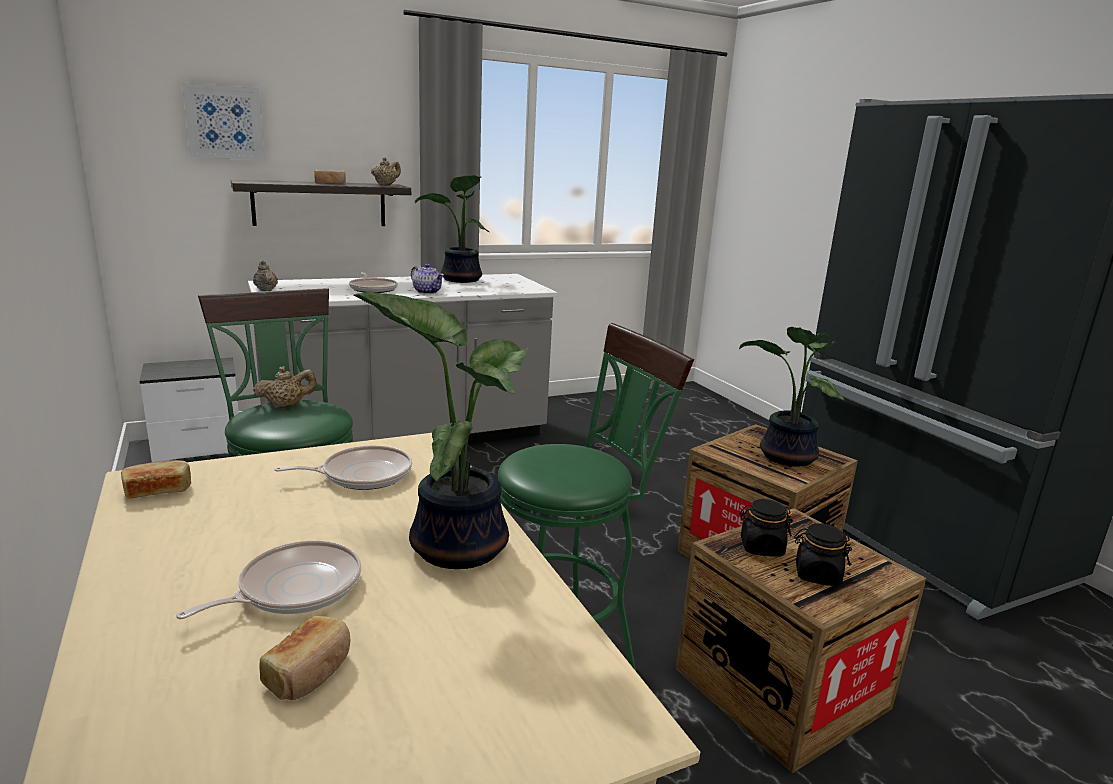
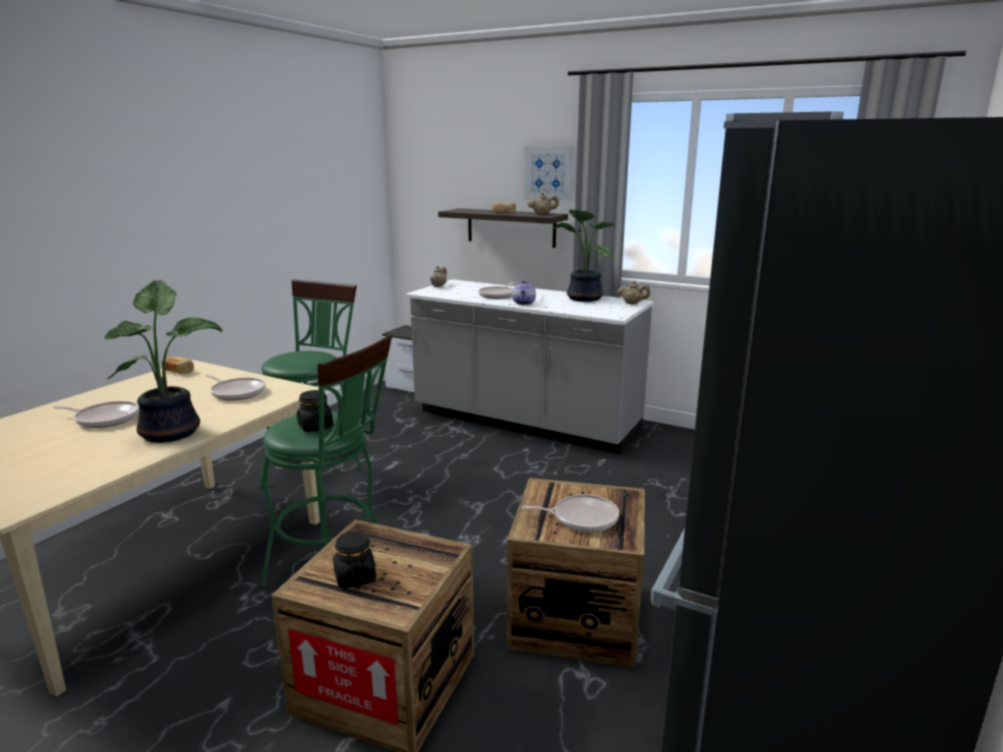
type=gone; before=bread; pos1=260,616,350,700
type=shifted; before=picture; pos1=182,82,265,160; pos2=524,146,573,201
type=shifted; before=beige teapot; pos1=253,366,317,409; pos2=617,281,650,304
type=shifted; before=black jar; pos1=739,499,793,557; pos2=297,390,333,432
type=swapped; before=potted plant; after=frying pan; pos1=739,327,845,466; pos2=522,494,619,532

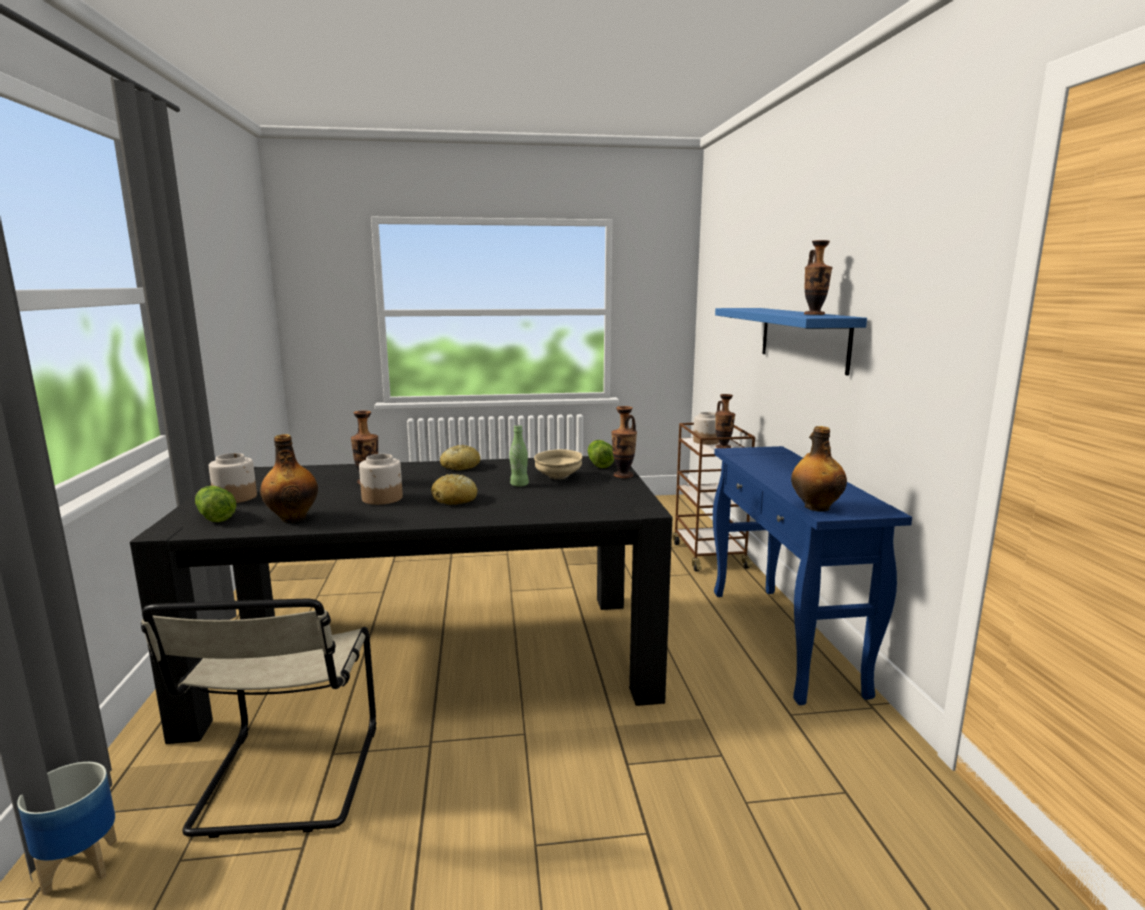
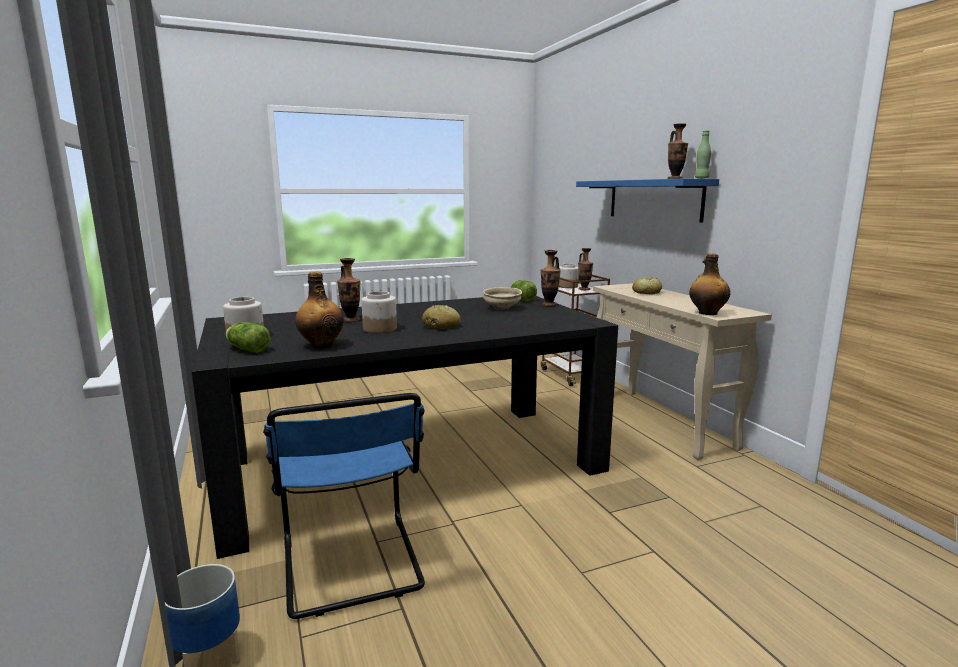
type=shifted; before=bread; pos1=440,445,480,470; pos2=632,276,662,295
type=shifted; before=green bottle; pos1=509,425,529,487; pos2=695,130,711,179
type=repainted; before=beige chair; after=blue chair; pos1=141,599,377,838; pos2=263,393,425,619
type=repainted; before=blue console table; after=beige console table; pos1=713,446,912,705; pos2=593,283,772,460

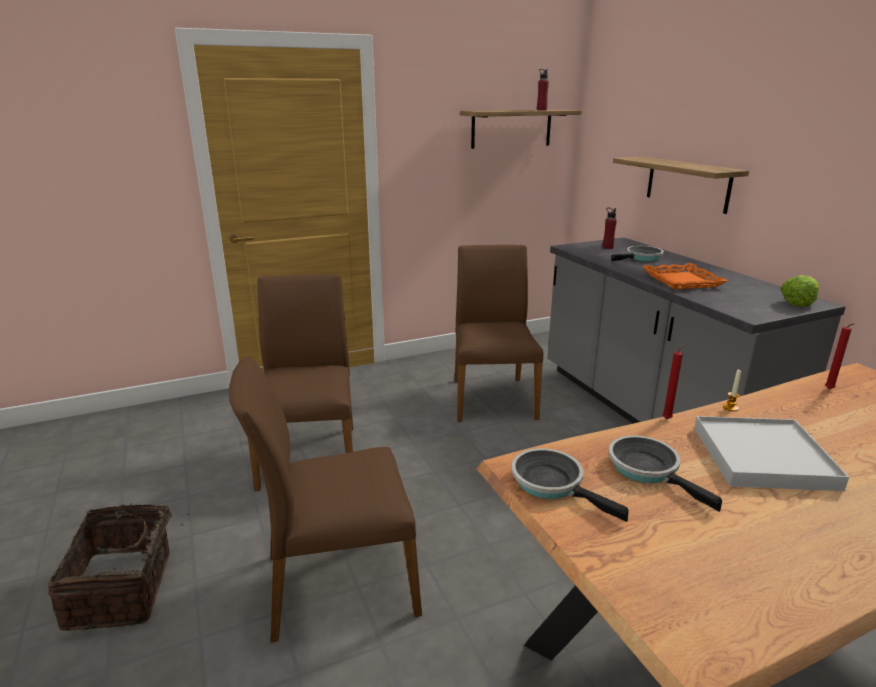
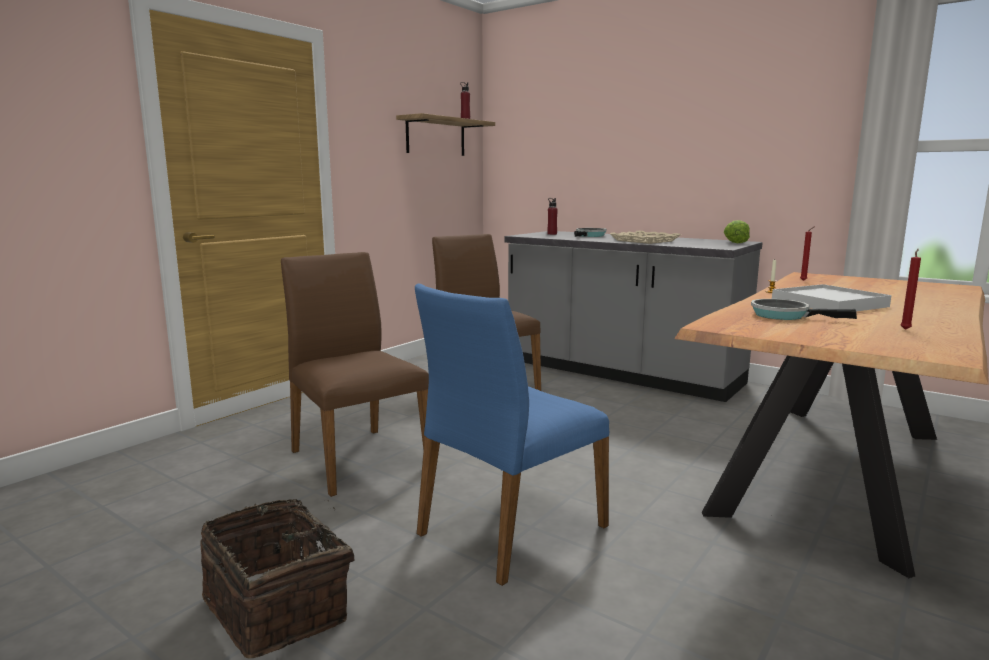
type=gone; before=frying pan; pos1=512,448,629,522
type=gone; before=shelf; pos1=613,157,749,214
type=shifted; before=red candle; pos1=662,344,687,419; pos2=900,249,921,330
type=repainted; before=brown chair; after=blue chair; pos1=229,356,422,642; pos2=415,284,609,586
type=repainted; before=orange tray; after=beige tray; pos1=642,263,728,289; pos2=610,231,681,244

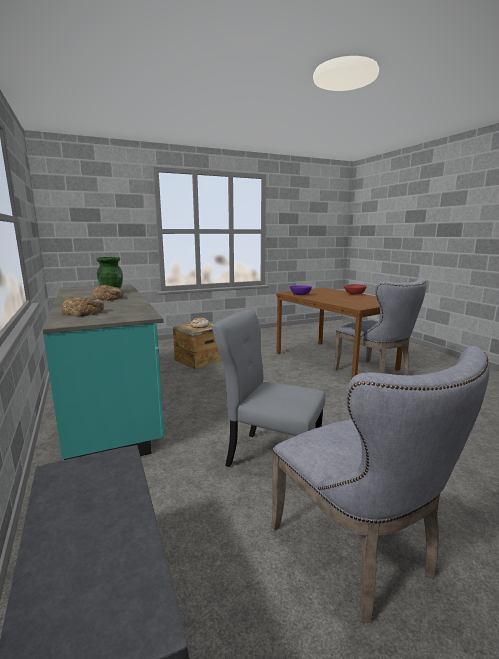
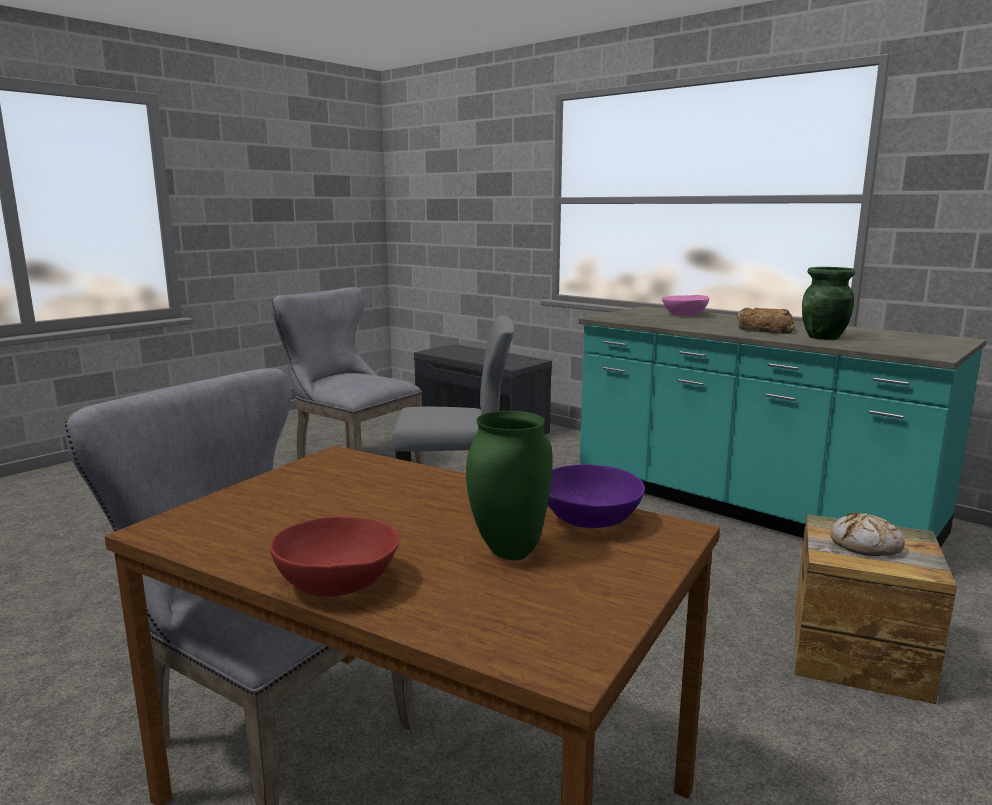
type=new; after=green vase; pos2=466,411,553,560
type=swapped; before=bread; after=pink bowl; pos1=61,297,104,316; pos2=662,295,710,316

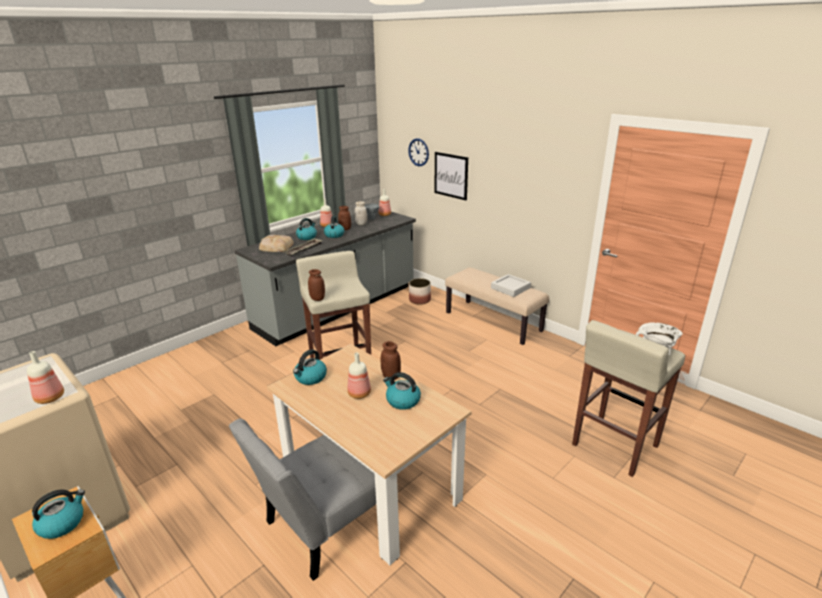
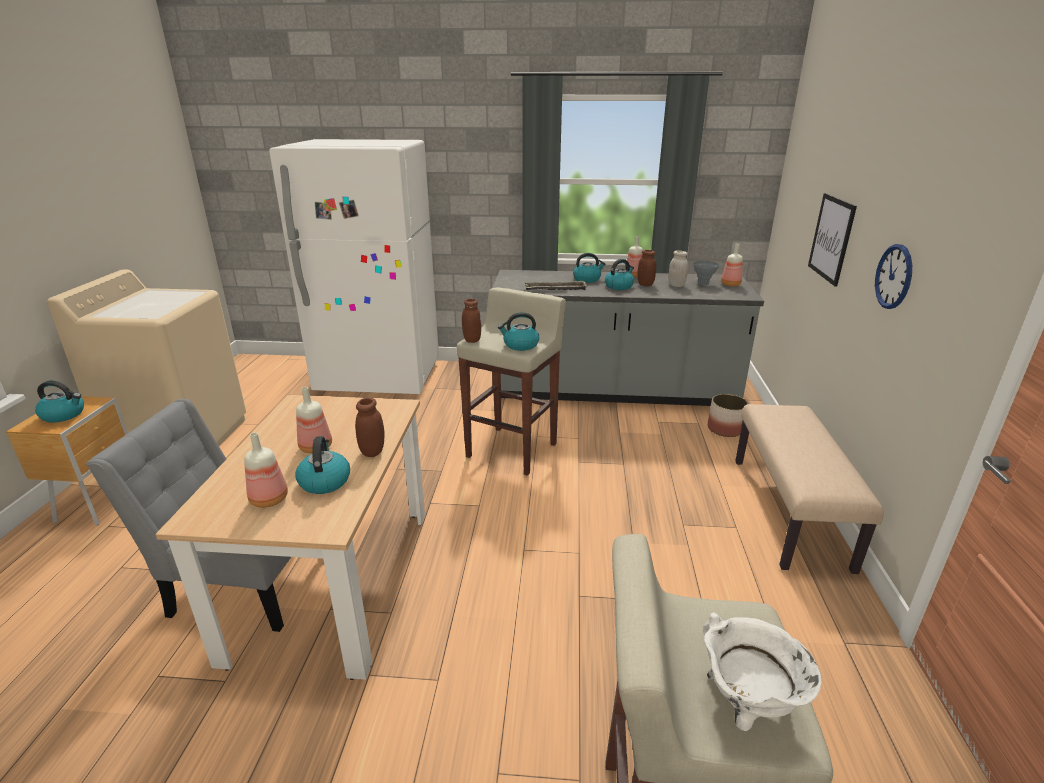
type=gone; before=bread; pos1=259,235,294,252
type=gone; before=grey tray; pos1=491,274,531,297
type=new; after=white fridge; pos2=269,139,439,394
type=shifted; before=bottle; pos1=27,351,64,404; pos2=244,432,288,508
type=shifted; before=kettle; pos1=293,349,327,385; pos2=498,312,539,351
type=shifted; before=wall clock; pos1=408,138,429,166; pos2=875,244,912,309

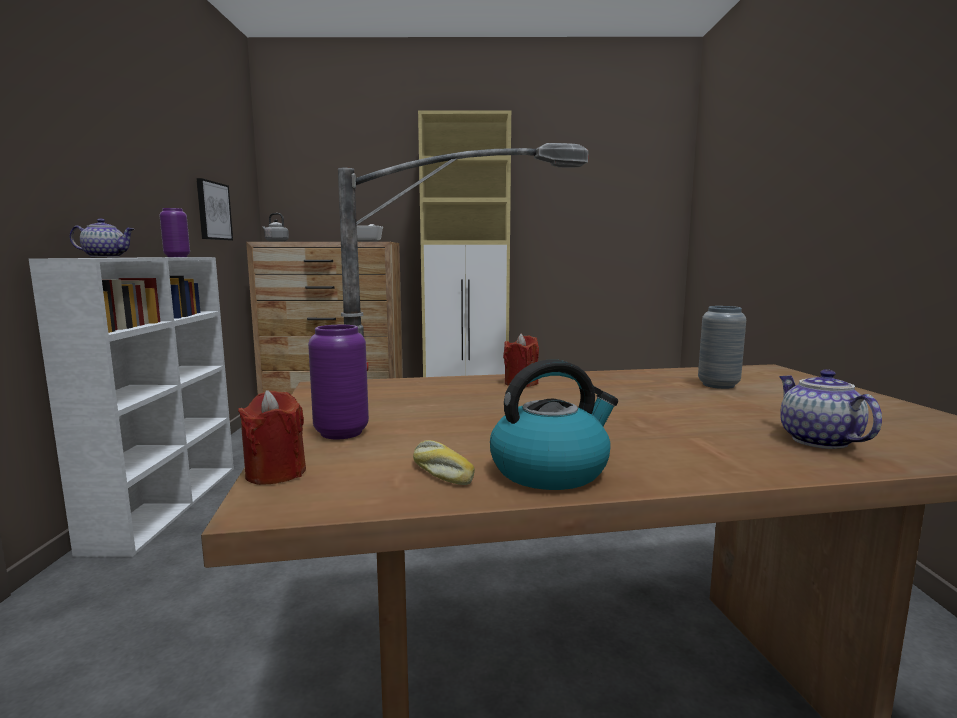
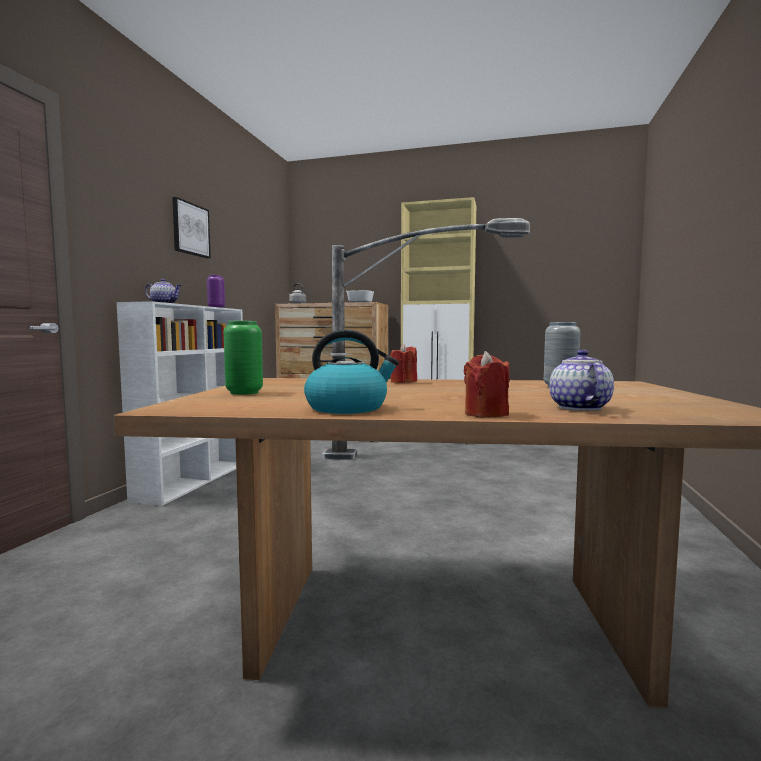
type=gone; before=bread; pos1=413,440,475,485
type=shifted; before=picture; pos1=196,178,233,240; pos2=172,197,211,258
type=shifted; before=red candle; pos1=238,390,306,485; pos2=464,351,510,417
type=repainted; before=purple vase; after=green vase; pos1=308,325,369,439; pos2=224,321,263,395

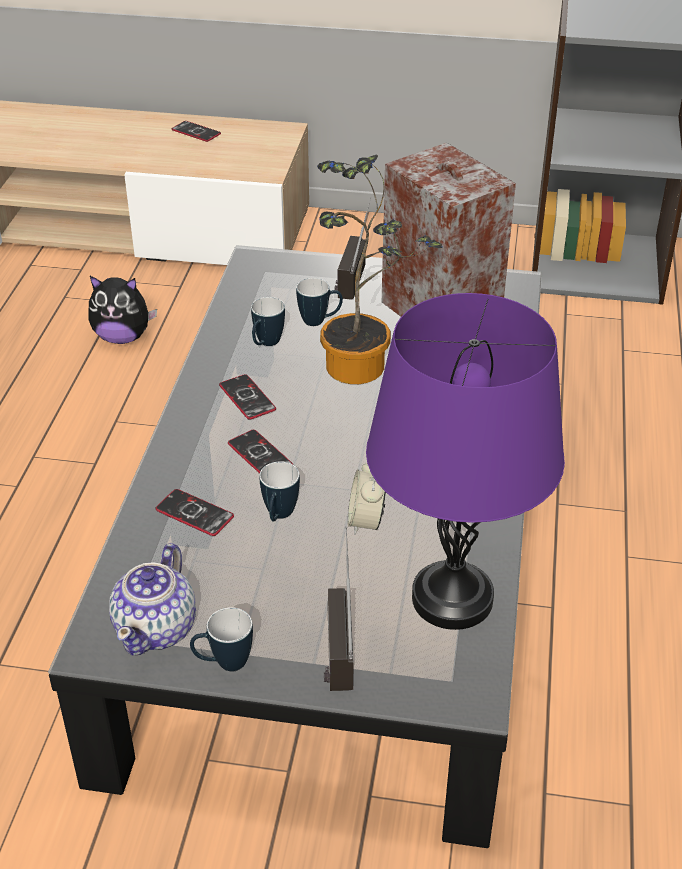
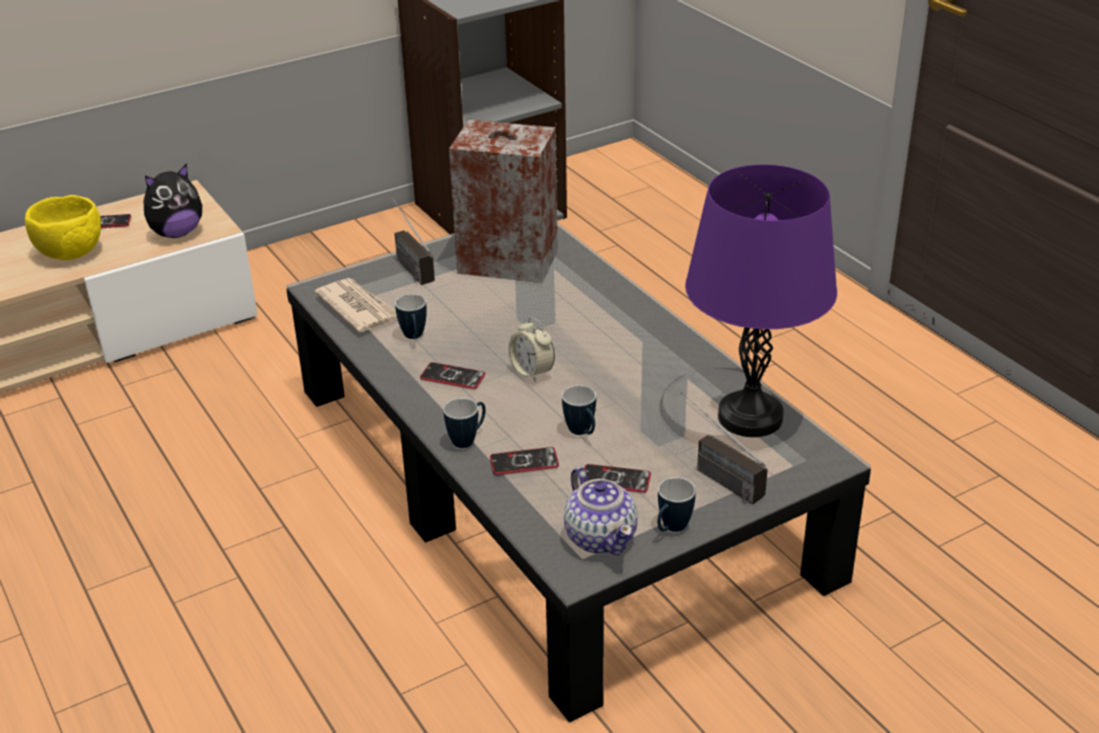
type=gone; before=potted plant; pos1=317,155,443,384
type=new; after=yellow bowl; pos2=25,195,101,260
type=new; after=newspaper; pos2=315,278,397,332
type=shifted; before=plush toy; pos1=88,276,157,344; pos2=144,163,202,238
type=shifted; before=phone; pos1=228,430,293,473; pos2=584,464,651,493
type=shifted; before=mug; pos1=296,278,343,326; pos2=443,398,486,448
type=shifted; before=alarm clock; pos1=348,463,386,535; pos2=508,317,555,382

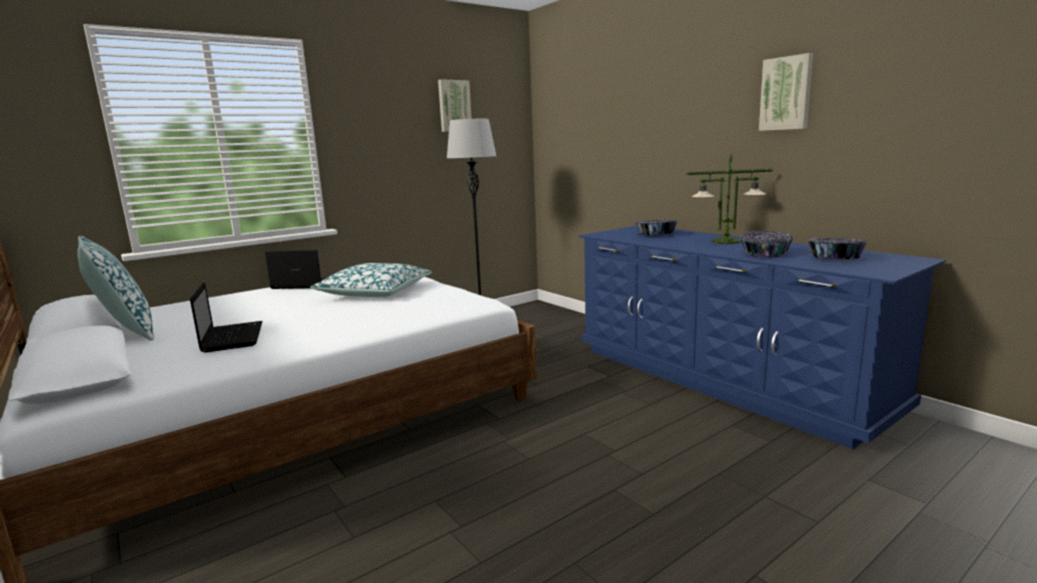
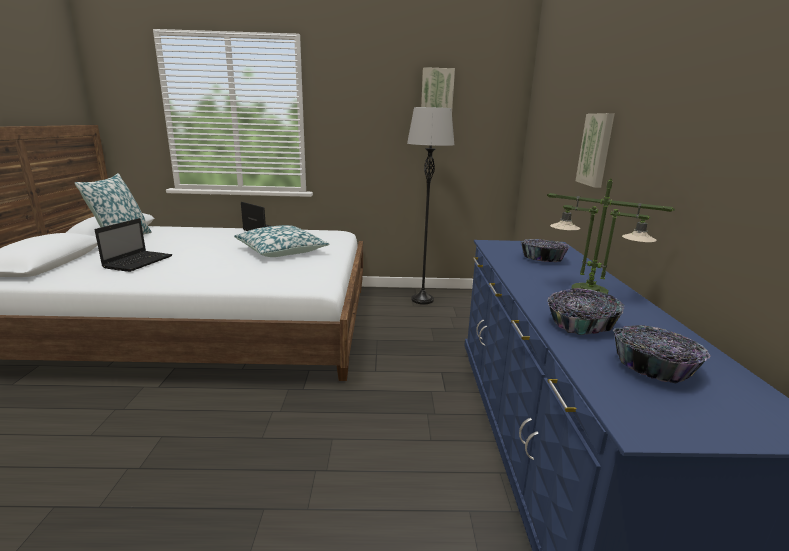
type=shifted; before=picture; pos1=759,53,813,131; pos2=576,113,615,188

